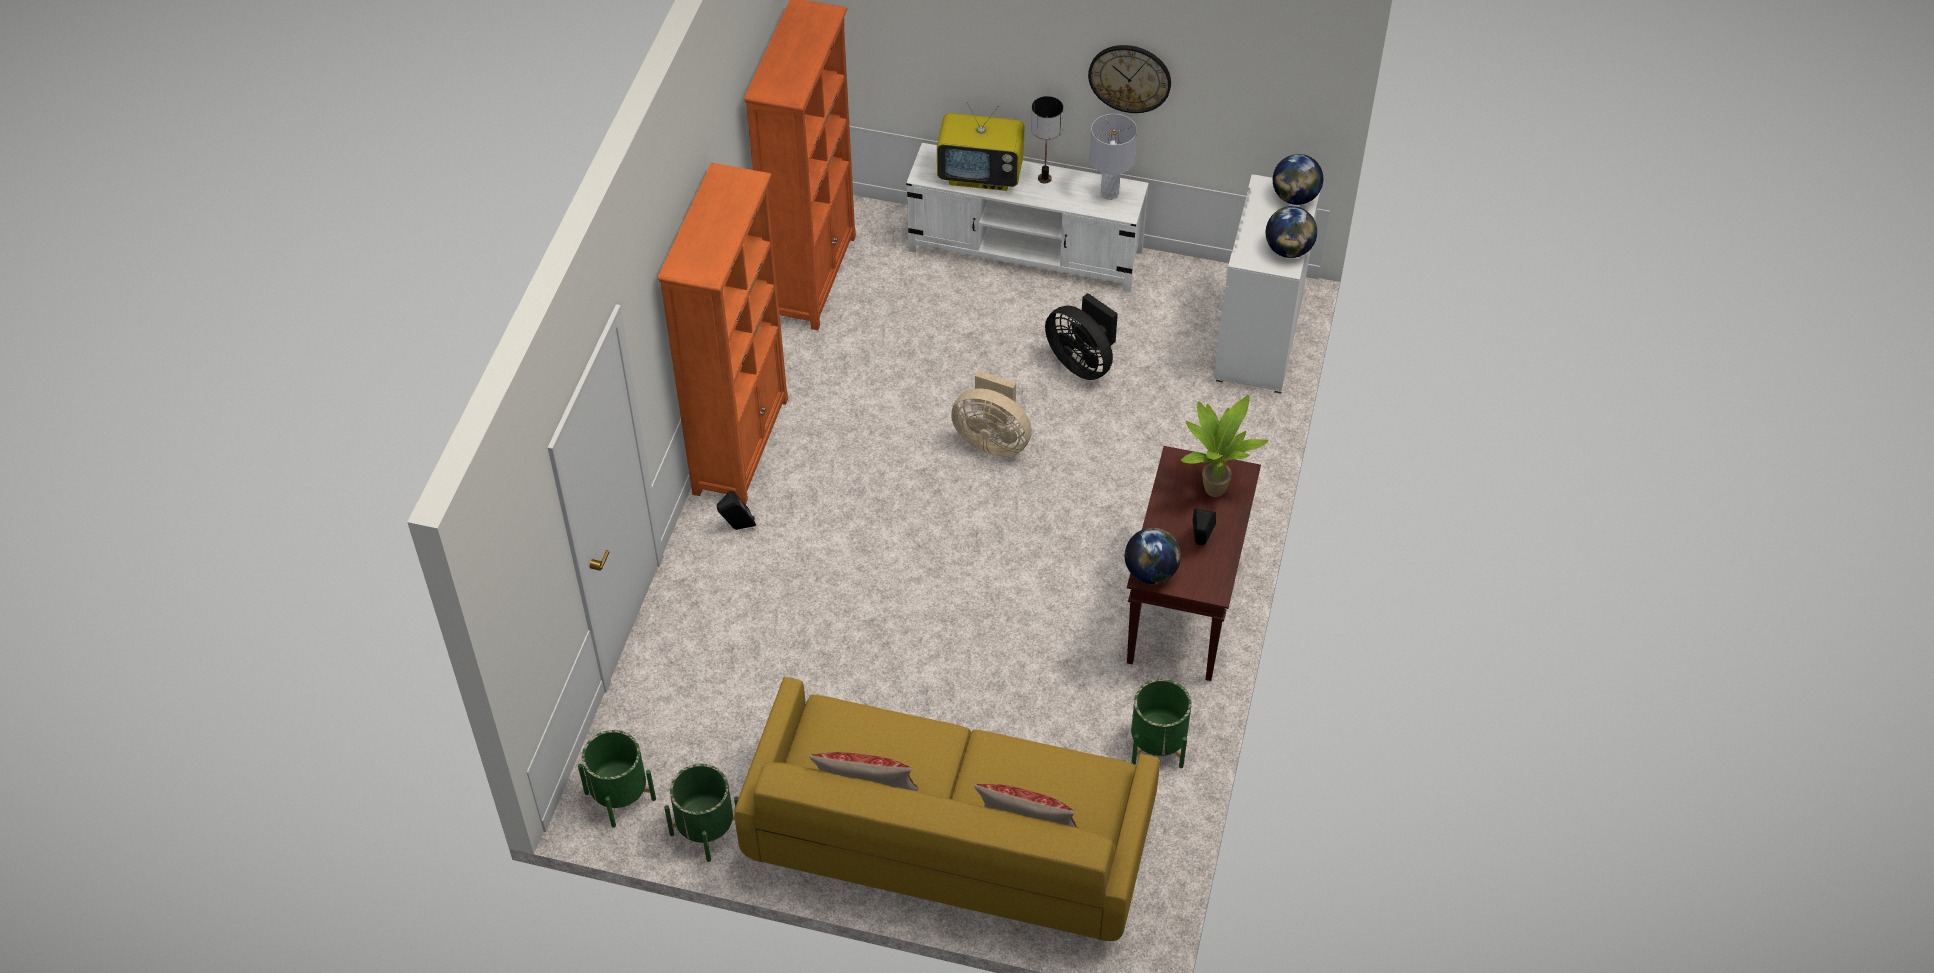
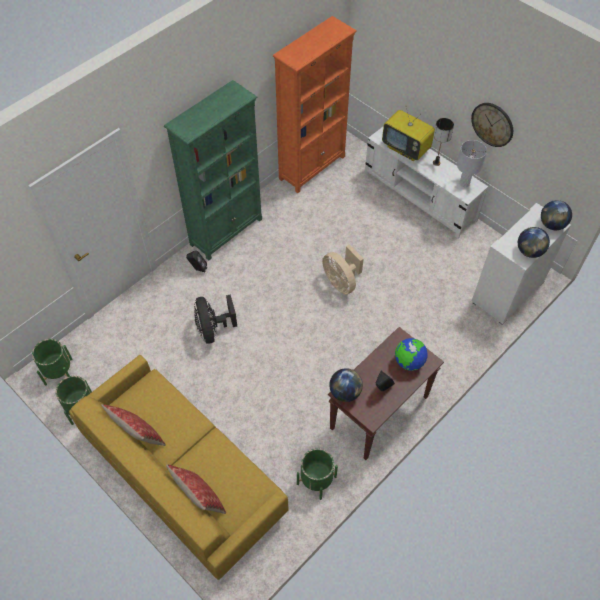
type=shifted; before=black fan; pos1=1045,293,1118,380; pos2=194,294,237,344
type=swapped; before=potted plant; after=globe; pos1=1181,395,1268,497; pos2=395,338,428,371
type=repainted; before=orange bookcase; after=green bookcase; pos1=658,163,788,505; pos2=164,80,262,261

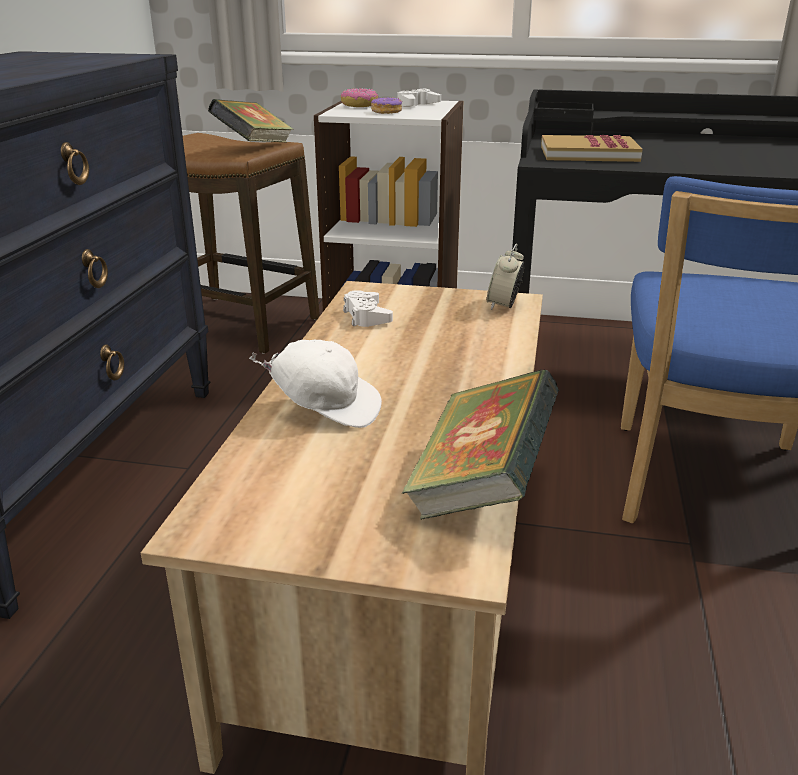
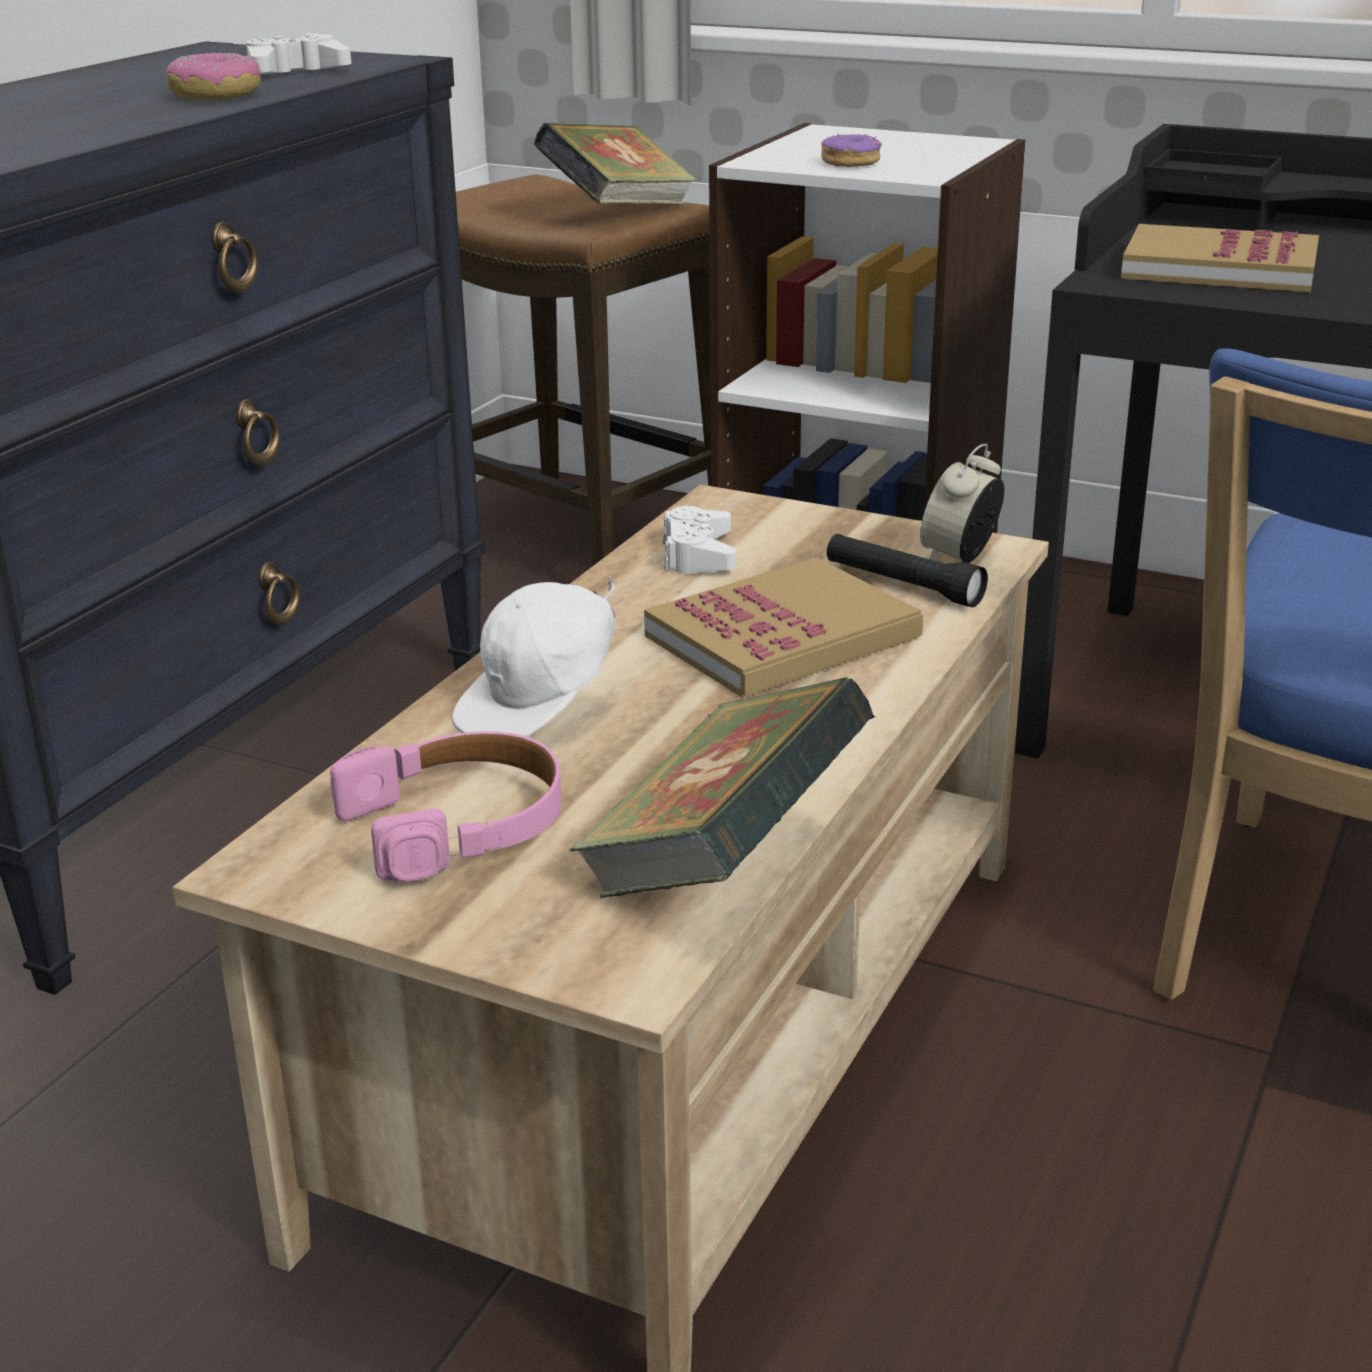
type=new; after=pink headphones; pos2=330,731,562,882
type=new; after=book; pos2=644,557,923,698
type=new; after=black flashlight; pos2=827,534,988,608
type=shifted; before=donut; pos1=341,88,378,107; pos2=166,52,261,100
type=shifted; before=white game controller; pos1=397,88,441,107; pos2=246,33,352,74
type=rotated; before=white cap; pos1=249,340,382,428; pos2=452,576,616,737; turn=105

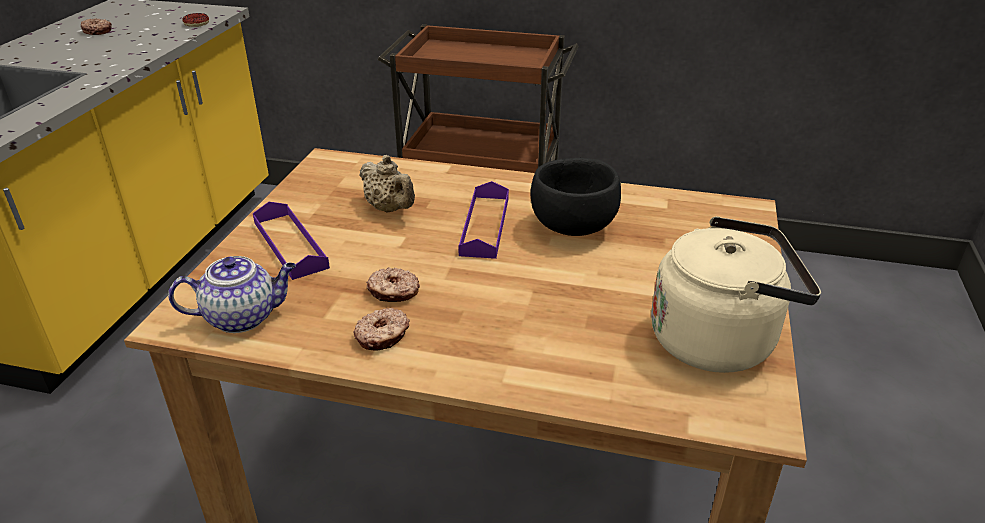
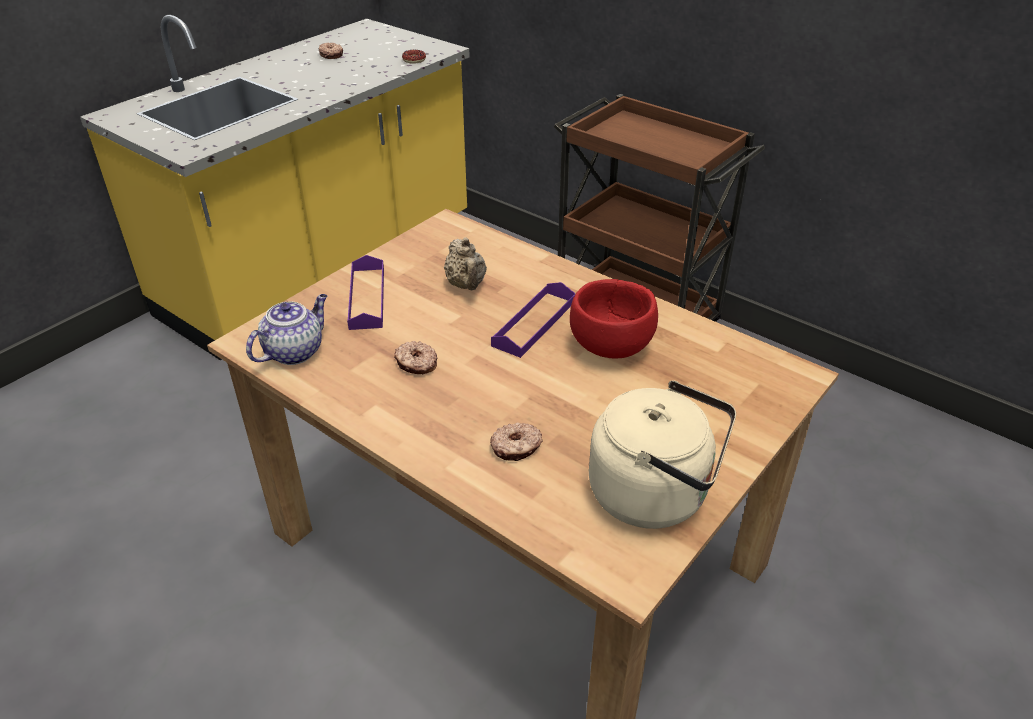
type=shifted; before=donut; pos1=354,308,410,351; pos2=490,422,543,461
type=repainted; before=black bowl; after=red bowl; pos1=531,158,621,236; pos2=570,279,658,359
type=rotated; before=teapot; pos1=168,256,296,333; pos2=246,294,327,365; turn=-60

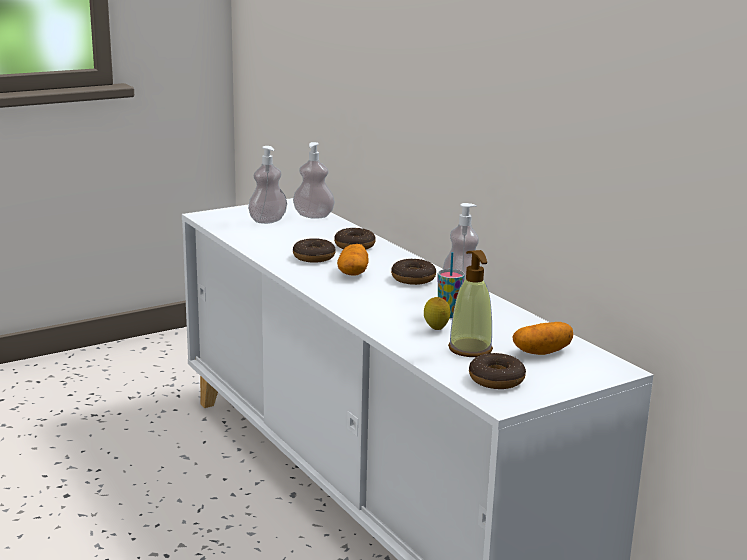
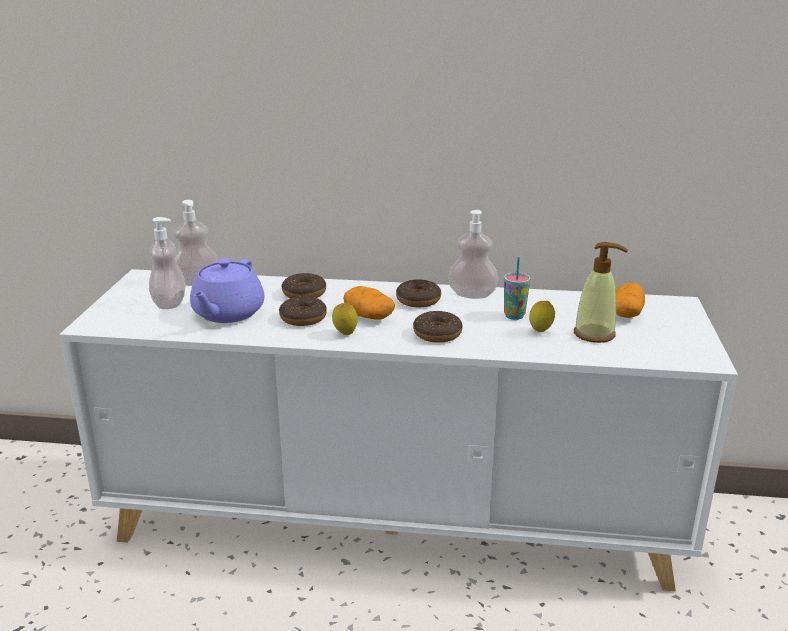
type=new; after=purple teapot; pos2=190,258,264,323
type=new; after=lemon; pos2=332,303,358,335
type=shifted; before=donut; pos1=469,353,526,389; pos2=413,310,463,343

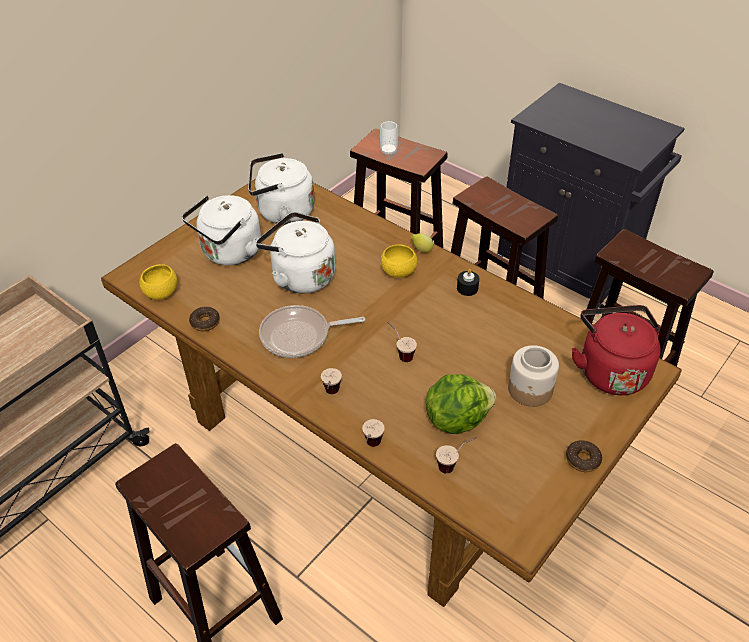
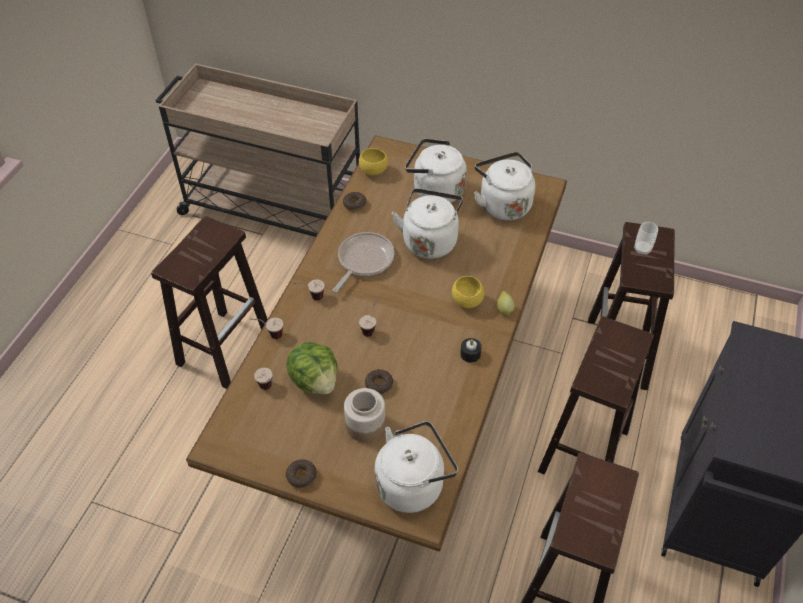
type=new; after=donut; pos2=365,369,393,395
type=repainted; before=red kettle; after=white kettle; pos1=572,305,661,395; pos2=375,421,458,513
type=rotated; before=frying pan; pos1=259,305,365,358; pos2=333,232,394,292; turn=60

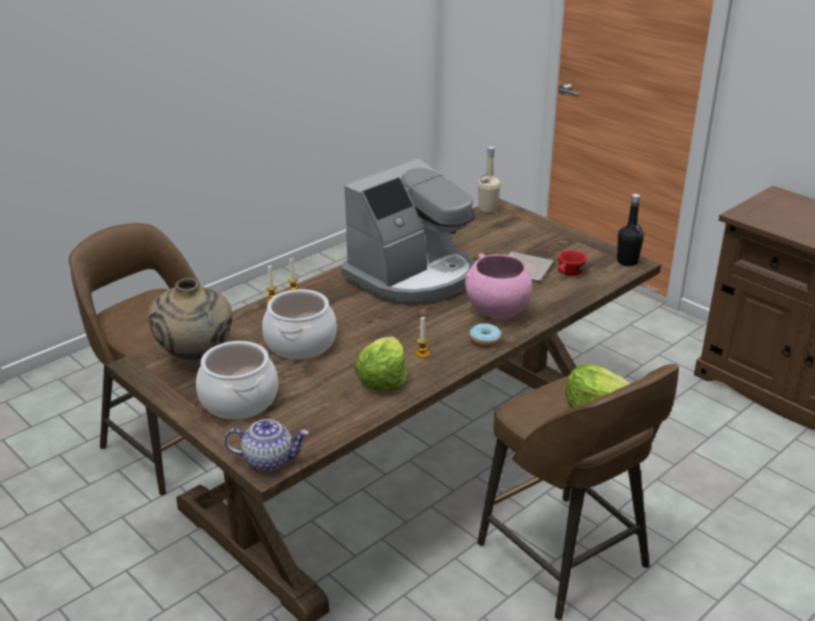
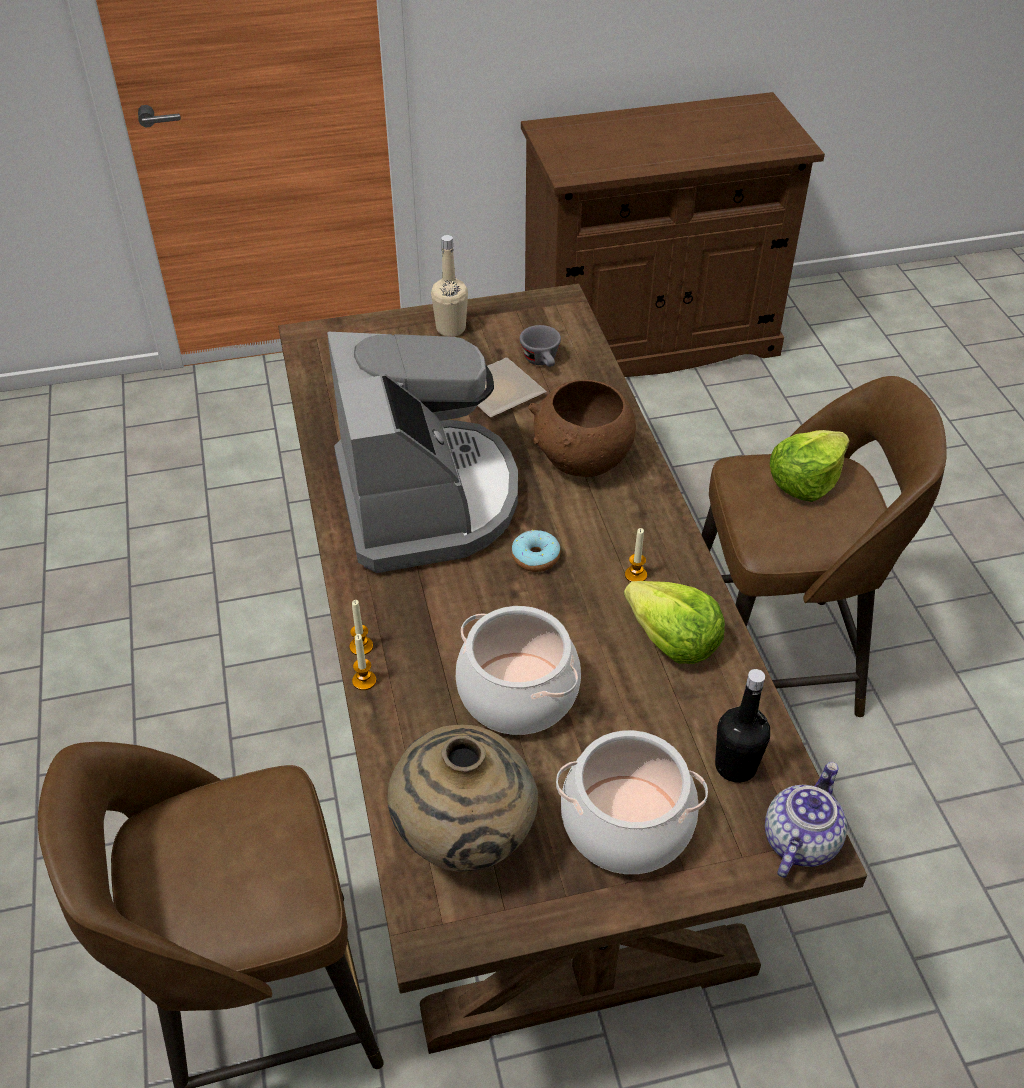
type=shifted; before=donut; pos1=469,323,502,347; pos2=511,530,561,572
type=shifted; before=beige bottle; pos1=478,146,501,213; pos2=431,235,468,337
type=shifted; before=black bottle; pos1=617,194,644,266; pos2=715,669,770,783
type=repainted; before=pink bowl; after=brown bowl; pos1=465,253,532,319; pos2=528,380,636,477
type=repainted; before=red cup; after=grey cup; pos1=558,250,587,276; pos2=520,325,561,367

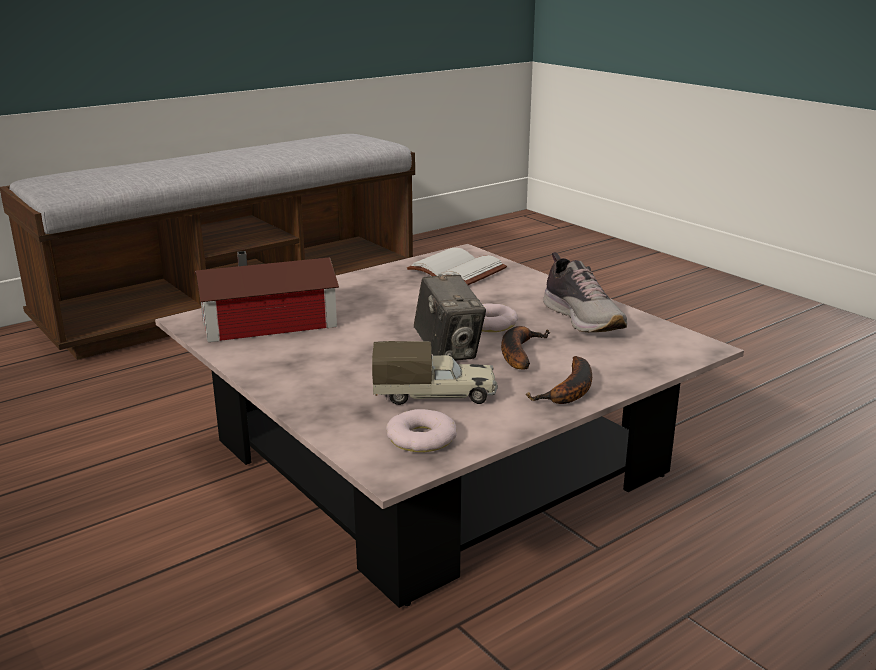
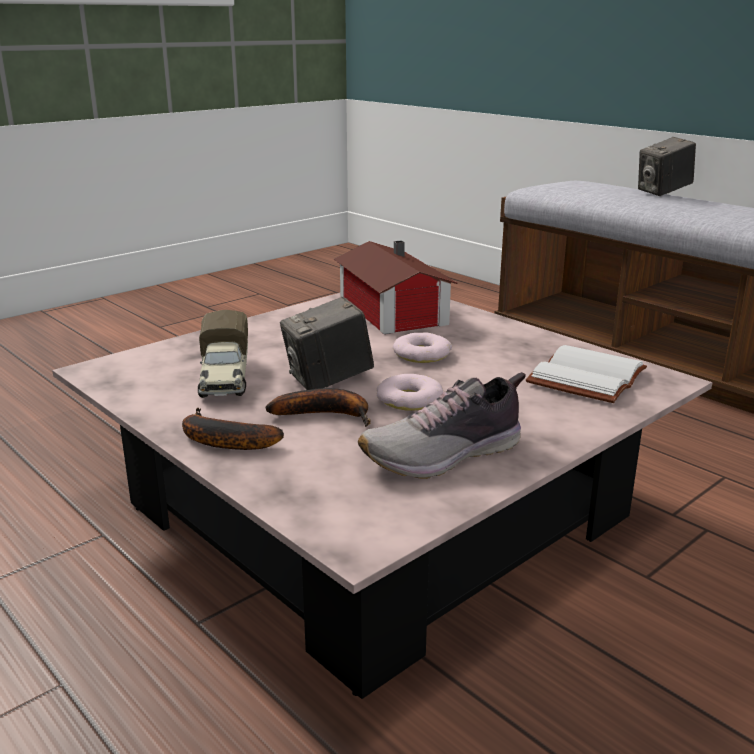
type=new; after=photo camera; pos2=638,137,696,196
type=shifted; before=donut; pos1=386,409,457,452; pos2=393,333,452,363

